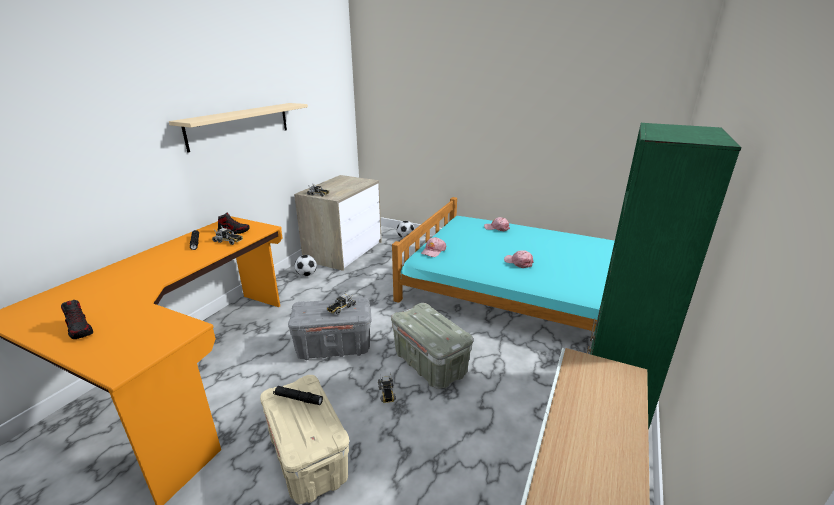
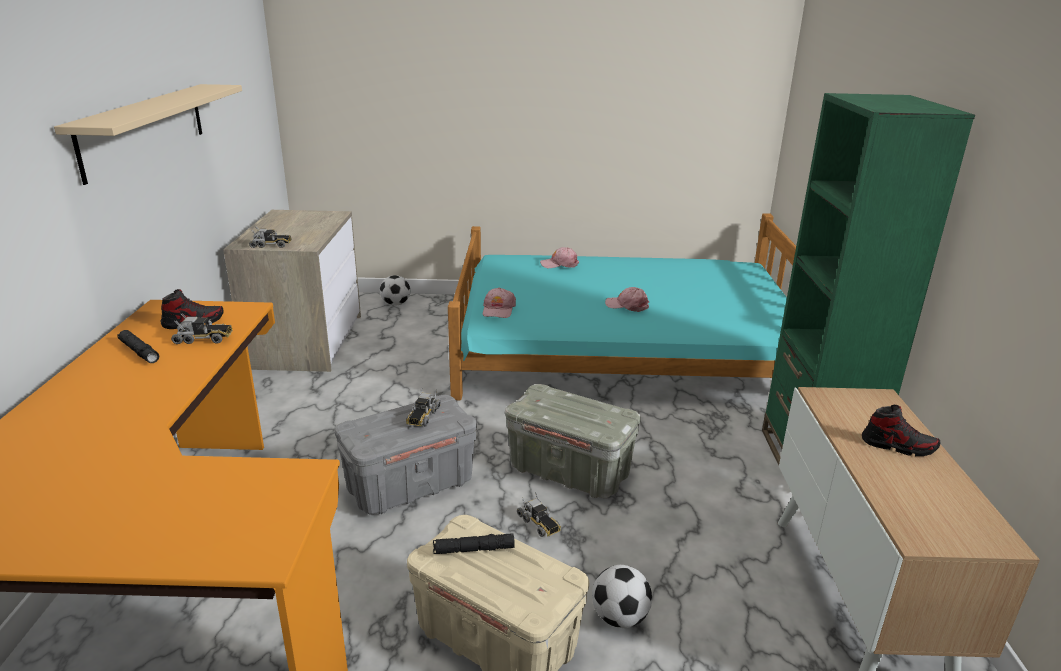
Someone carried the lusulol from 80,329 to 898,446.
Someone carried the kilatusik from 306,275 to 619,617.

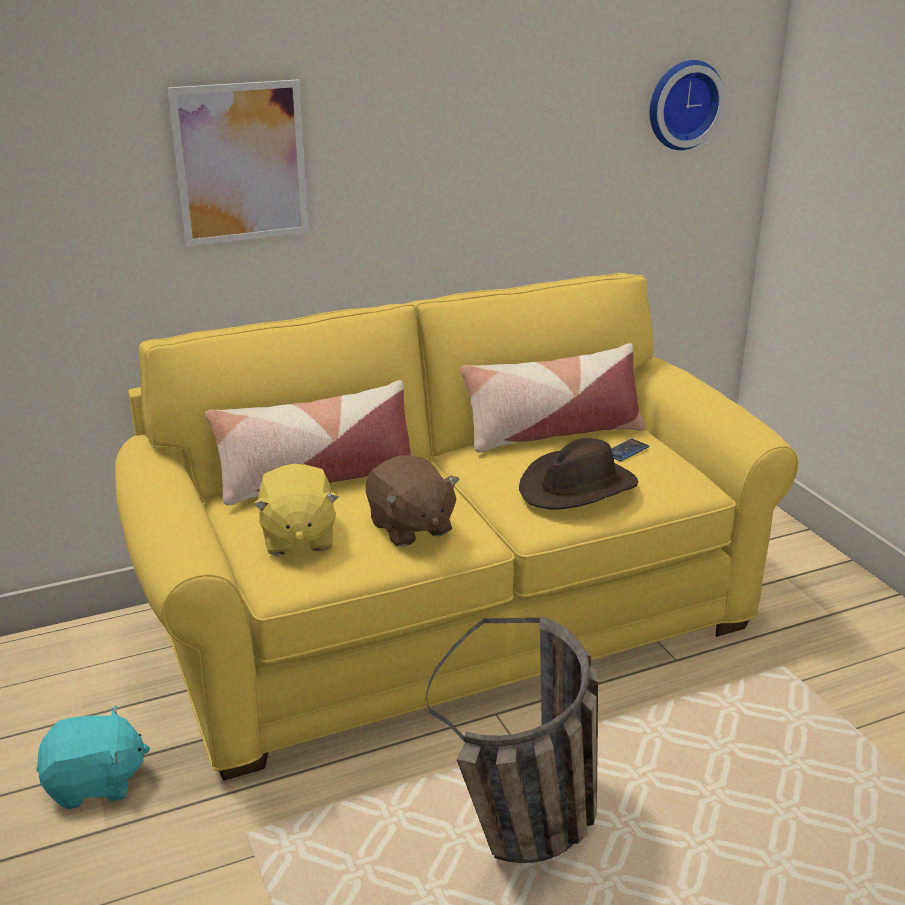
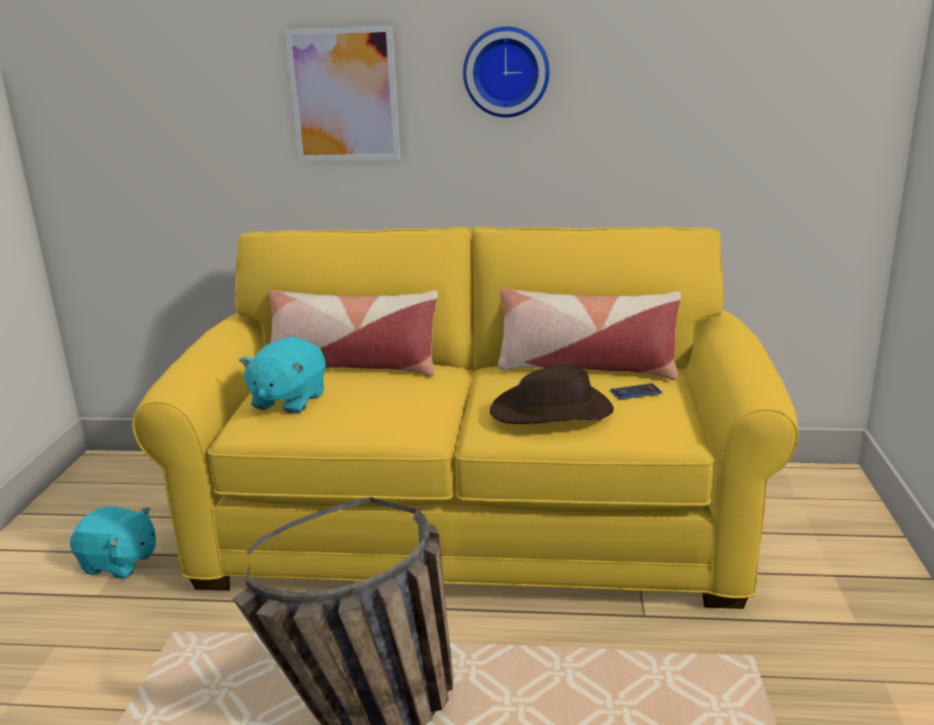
Someone repainted the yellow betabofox at 297,537, which became the turquoise betabofox at 288,401.
Someone took away the brown betabofox at 410,527.
Someone carried the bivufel from 682,104 to 506,72.

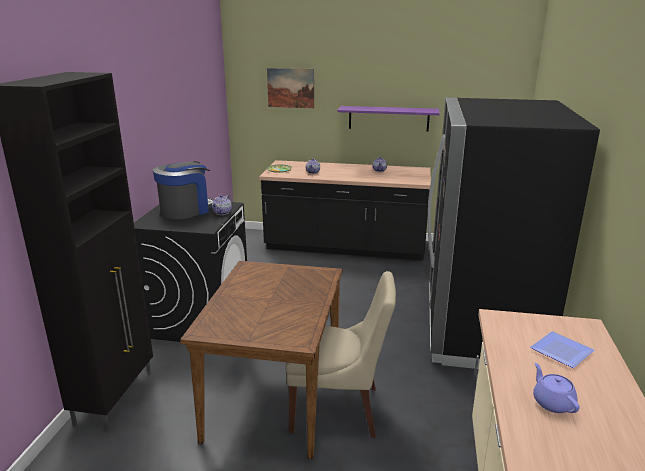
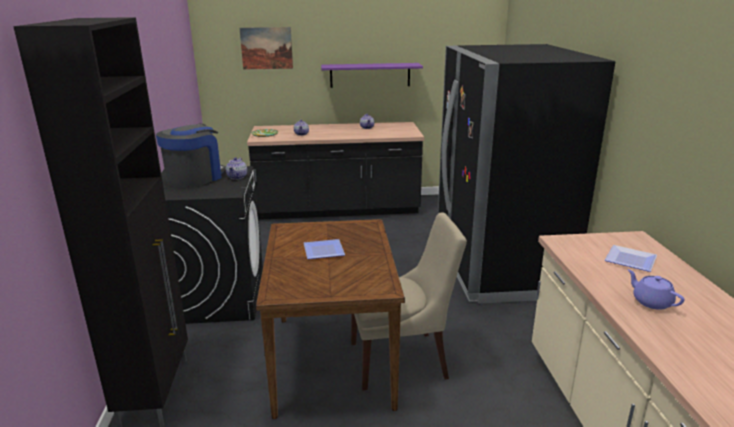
Someone put down the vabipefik at 322,250.

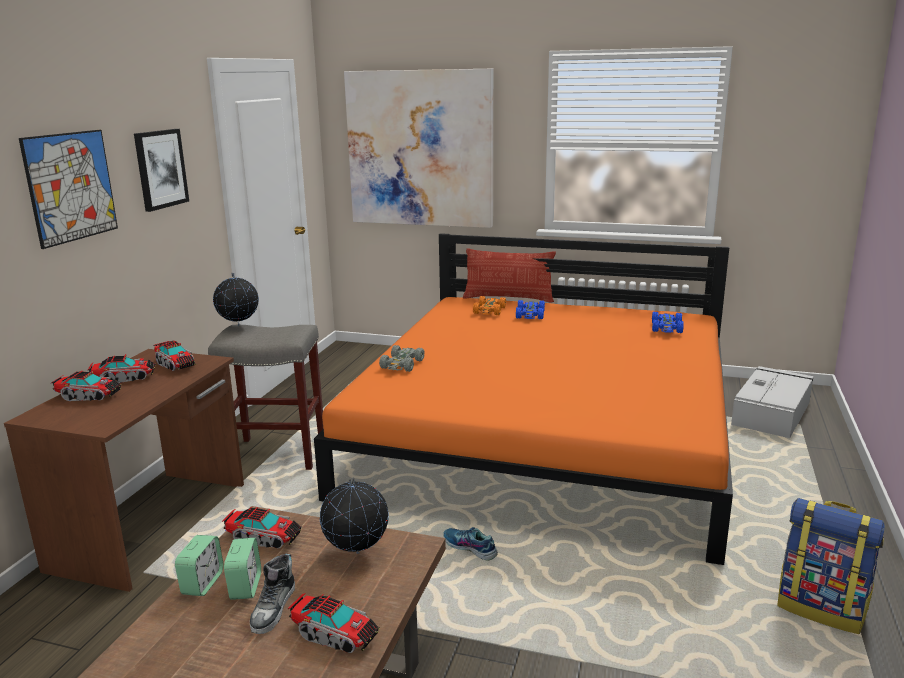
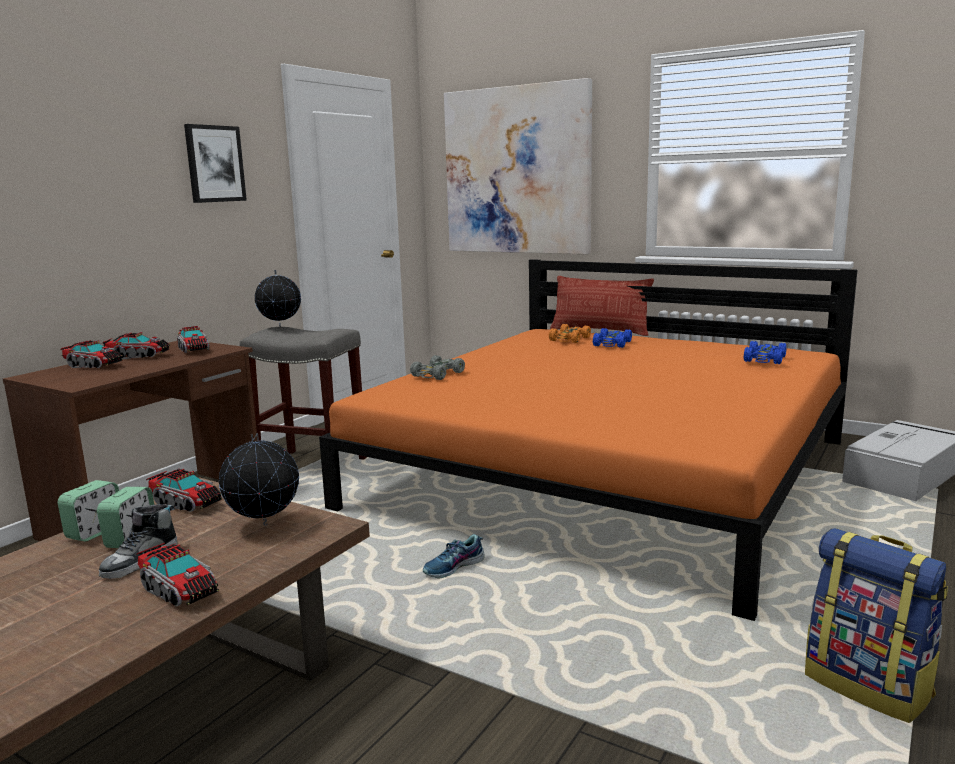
Someone took away the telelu at 71,187.
Someone rotated the lusulol at 469,548 by 90 degrees counterclockwise.

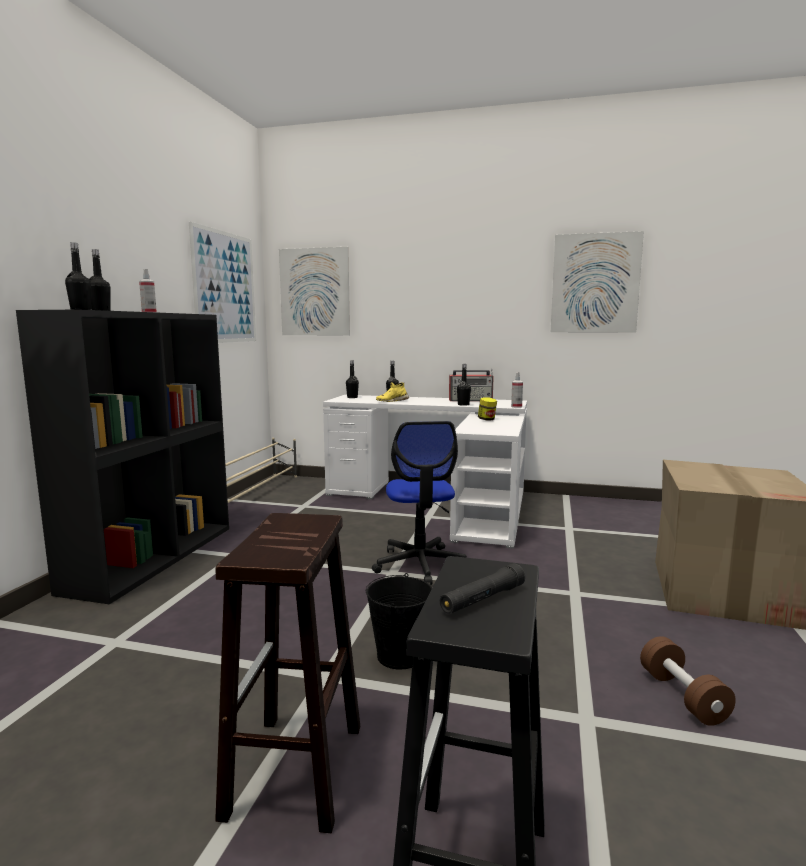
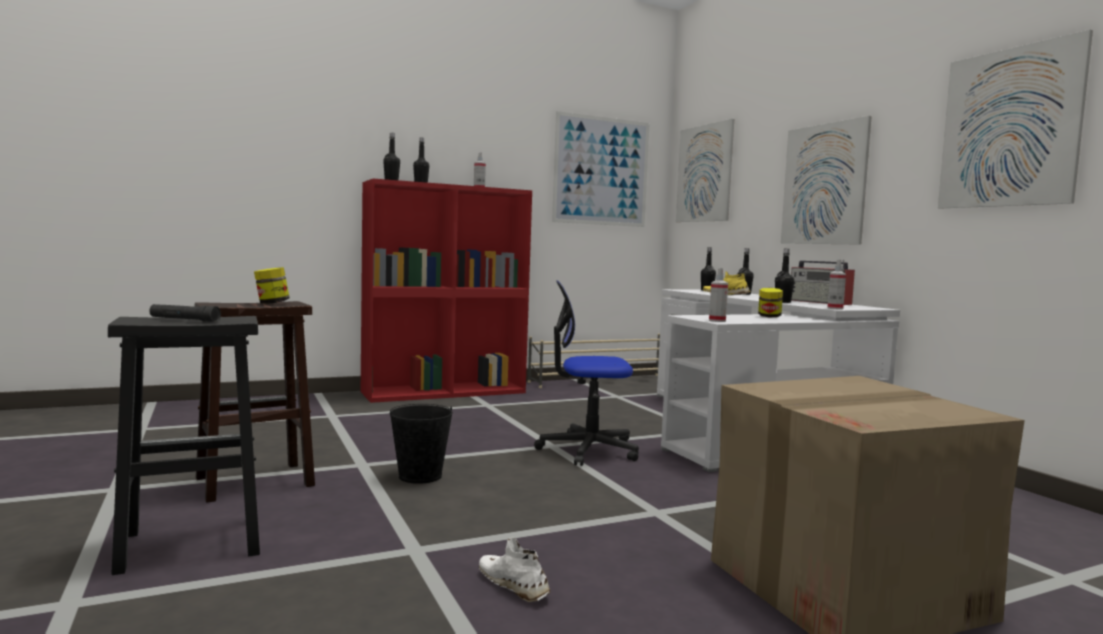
Someone repainted the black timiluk at 152,557, which became the red timiluk at 445,392.
Someone rotated the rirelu at 420,564 by 45 degrees clockwise.
Someone swapped the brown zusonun at 682,696 for the white lusulol at 514,585.
Someone put down the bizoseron at 272,303.
Someone put down the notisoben at 717,321.
Someone put up the telelu at 824,184.

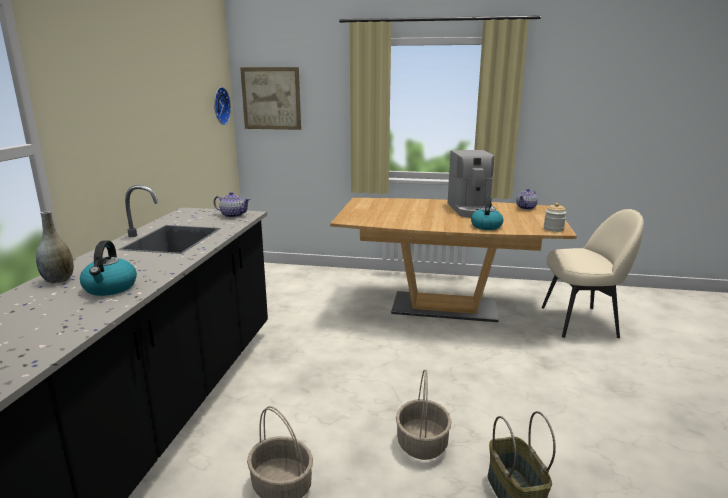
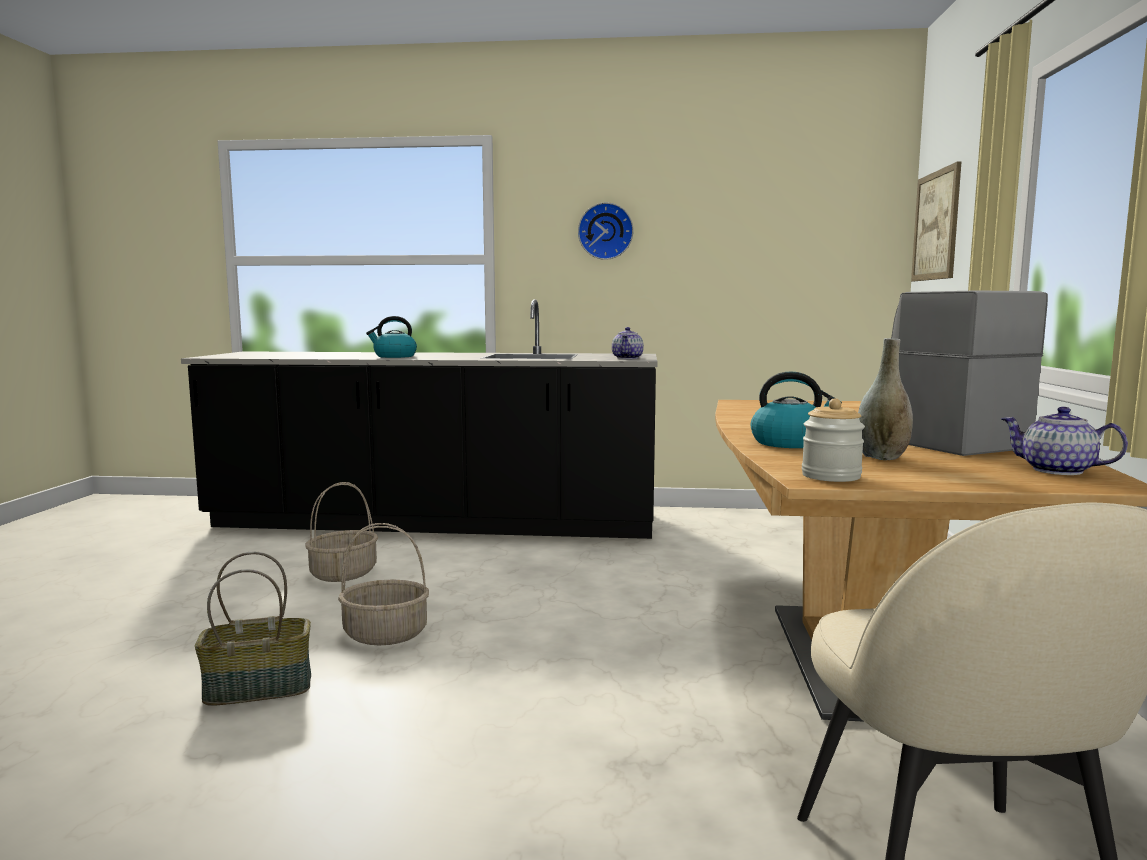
Someone carried the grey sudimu from 59,280 to 881,457.
Someone carried the bivufel from 219,106 to 605,231.
Someone rotated the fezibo at 471,210 by 75 degrees clockwise.

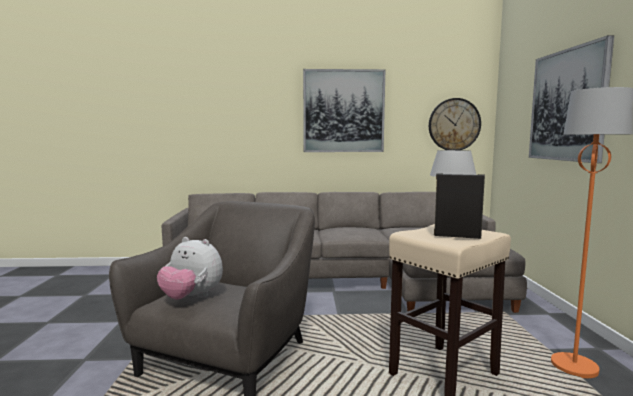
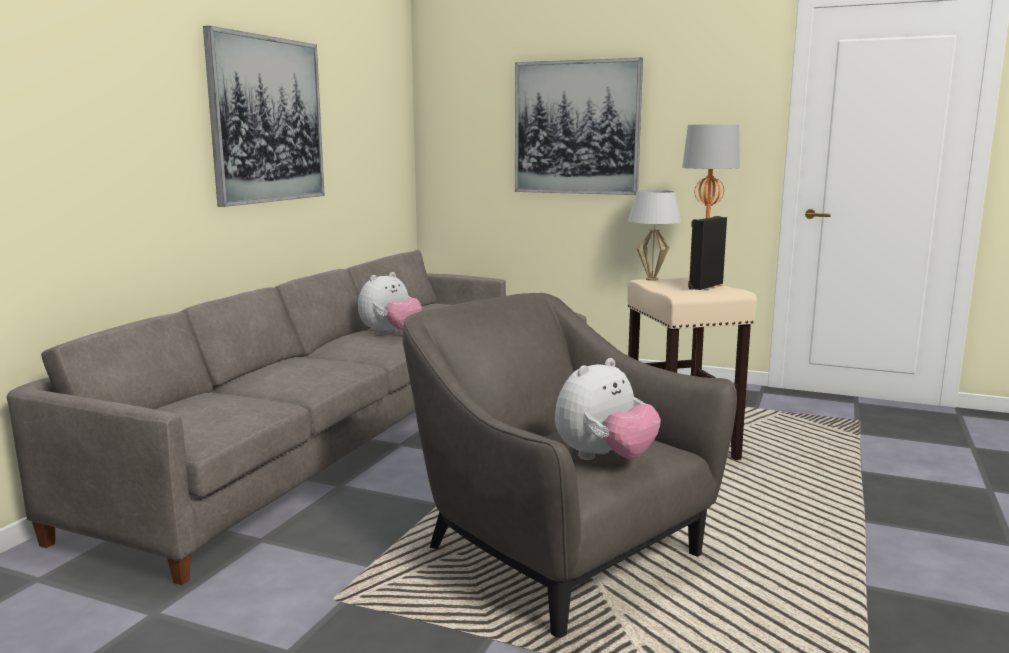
Someone took away the bivufel at 454,124.
Someone put down the betabofox at 390,334.

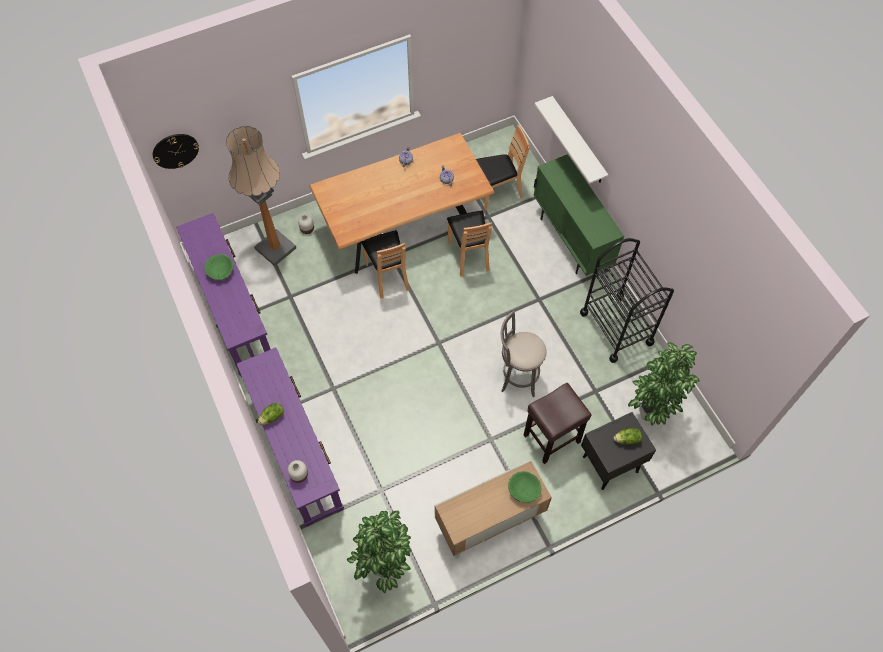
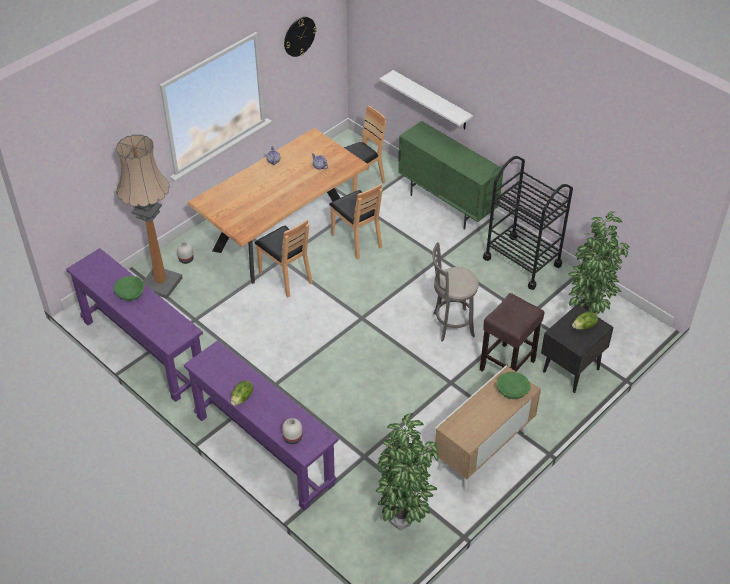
Someone carried the bivufel from 175,150 to 299,36.

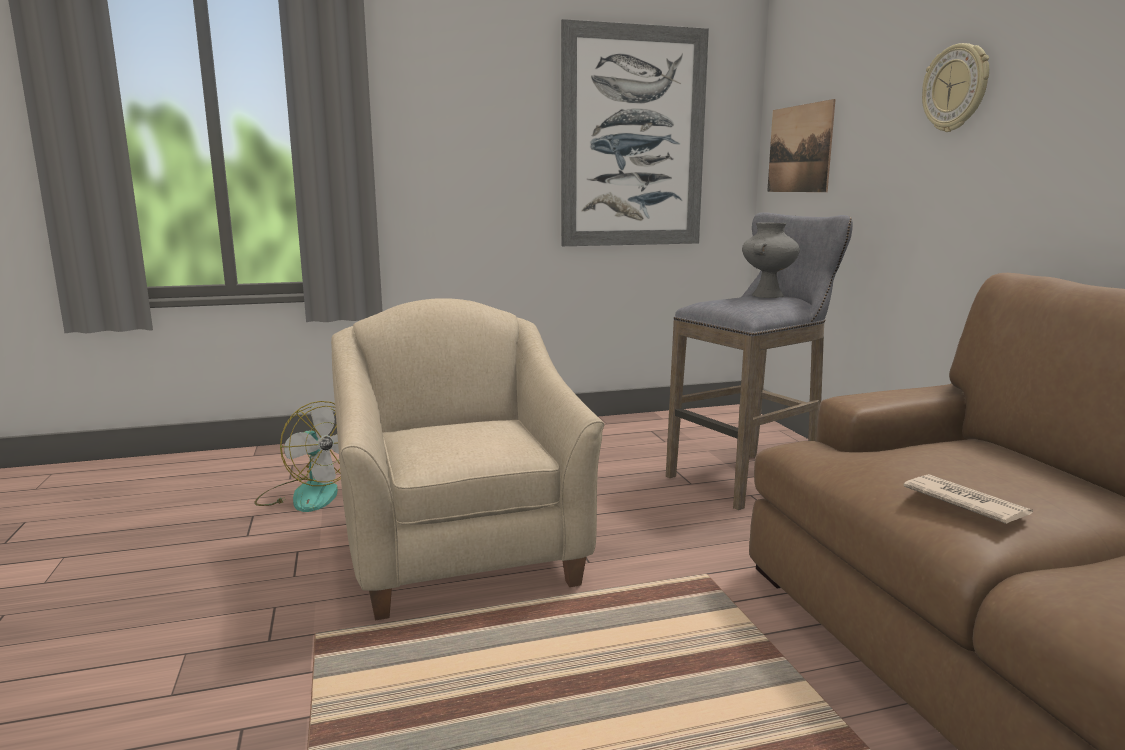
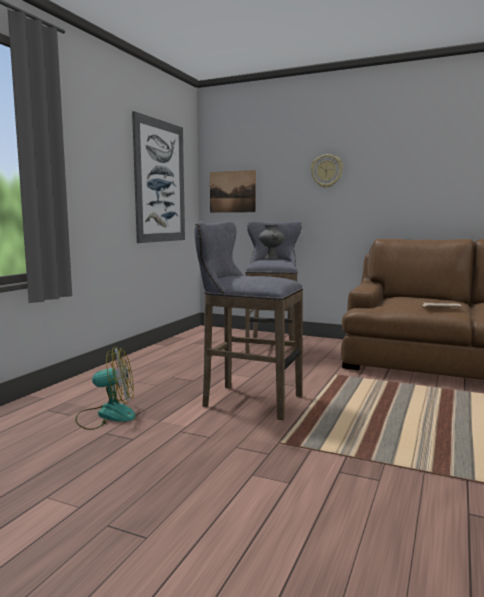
Someone swapped the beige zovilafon at 462,551 for the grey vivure at 247,401.

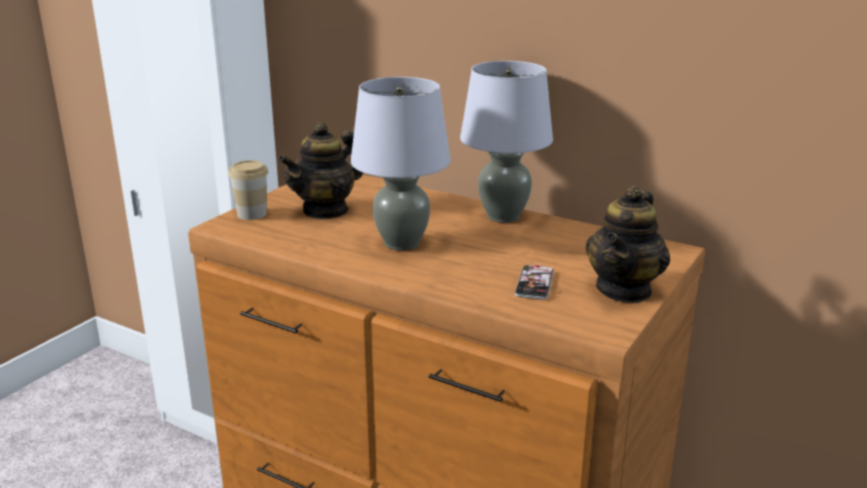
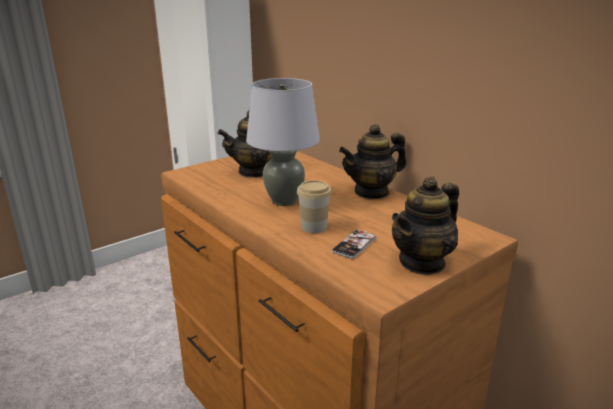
Someone carried the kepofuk from 252,214 to 313,227.
Someone swapped the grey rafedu at 503,216 for the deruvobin at 372,192.

